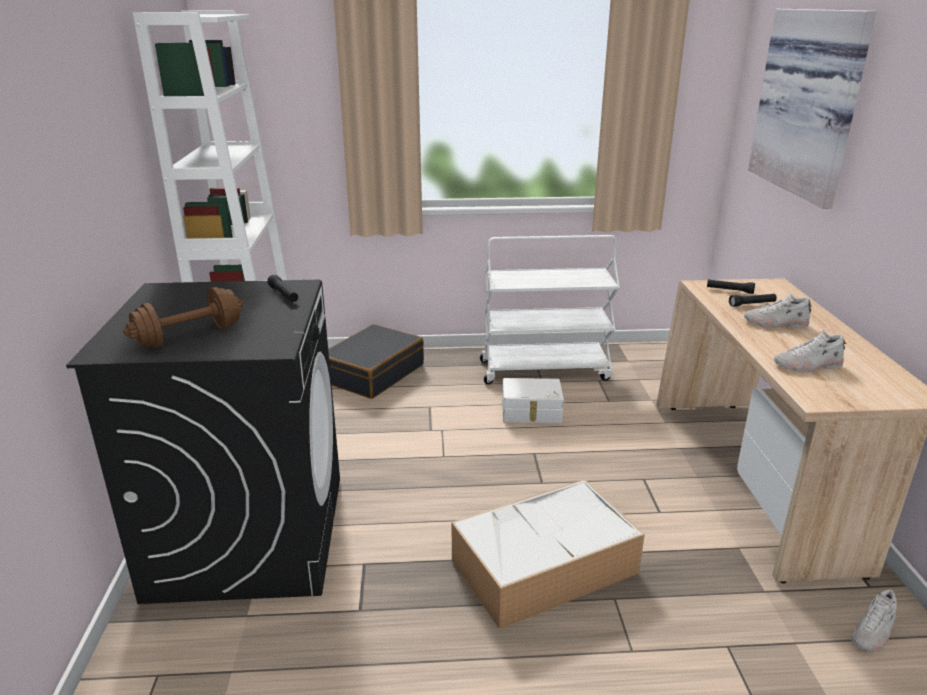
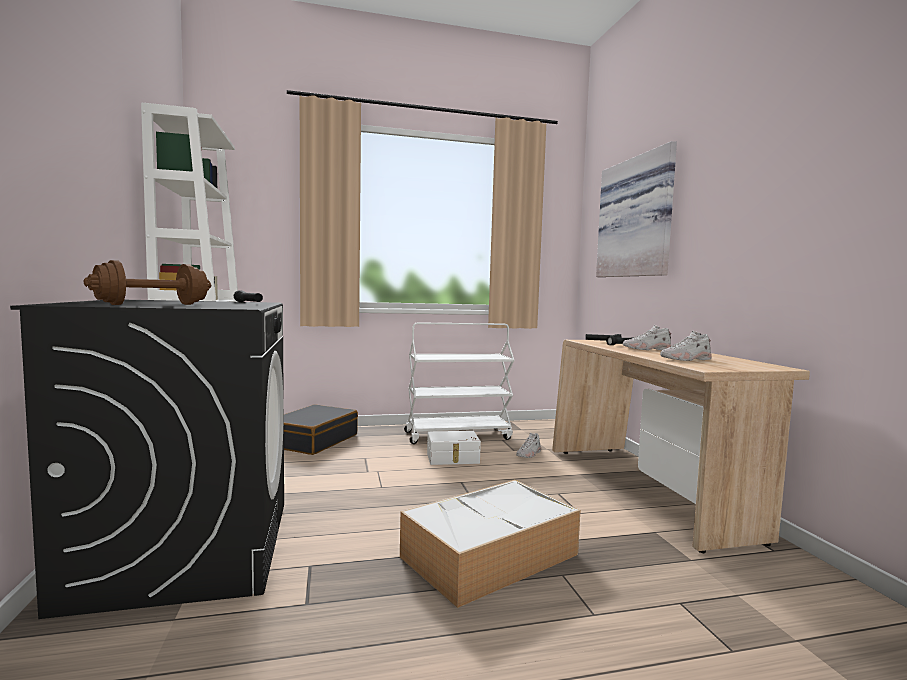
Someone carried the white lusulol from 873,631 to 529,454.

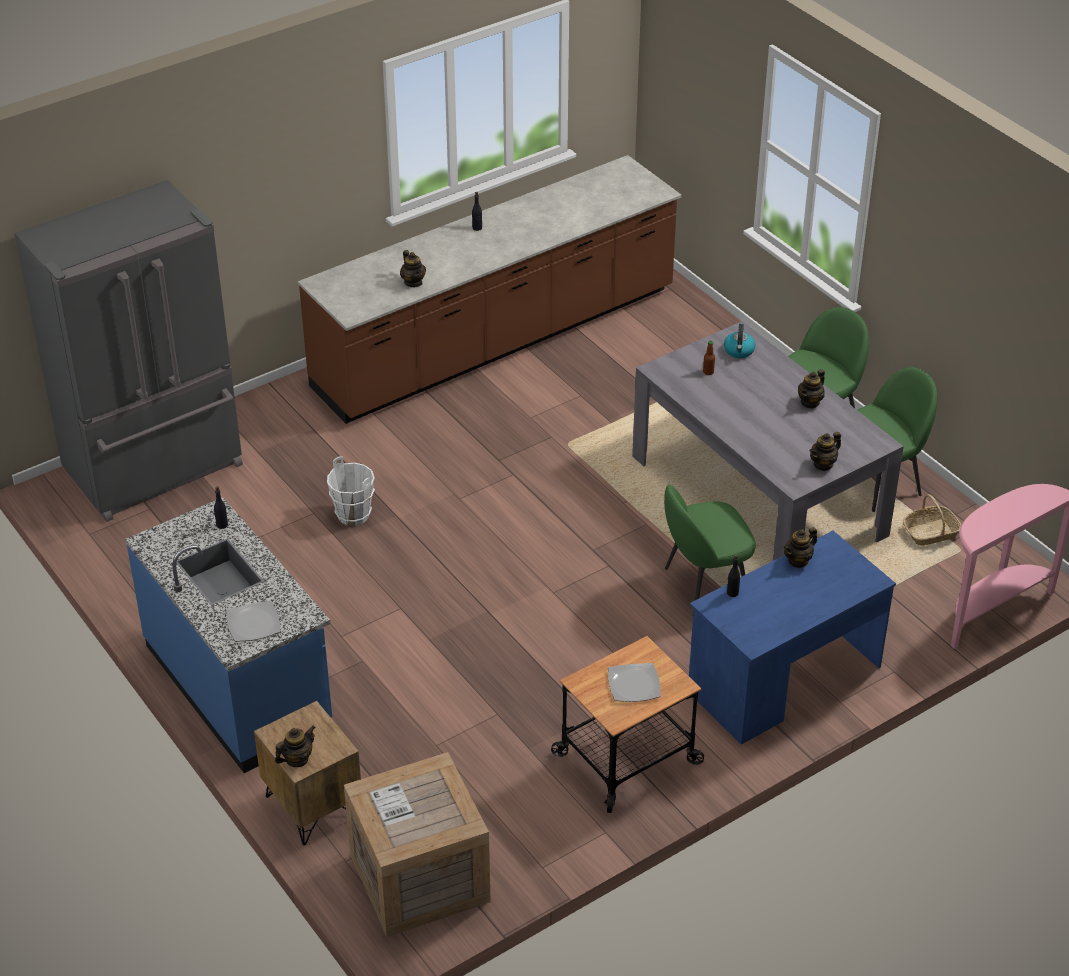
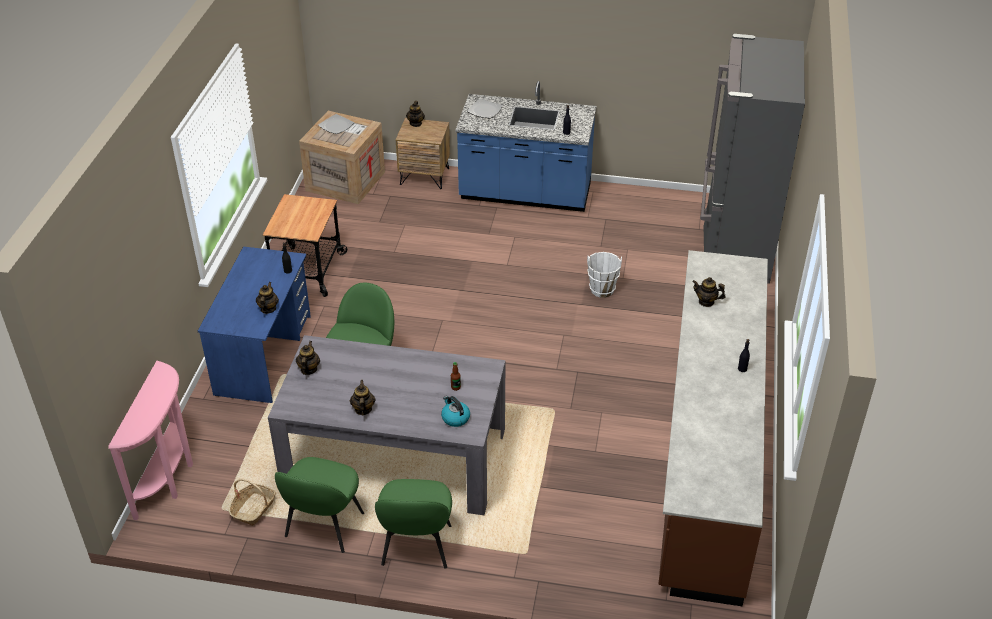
Someone carried the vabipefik from 633,685 to 336,125.

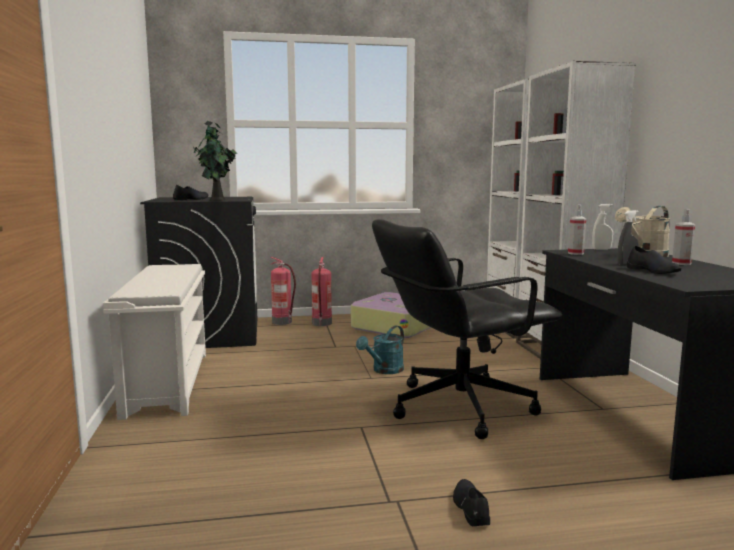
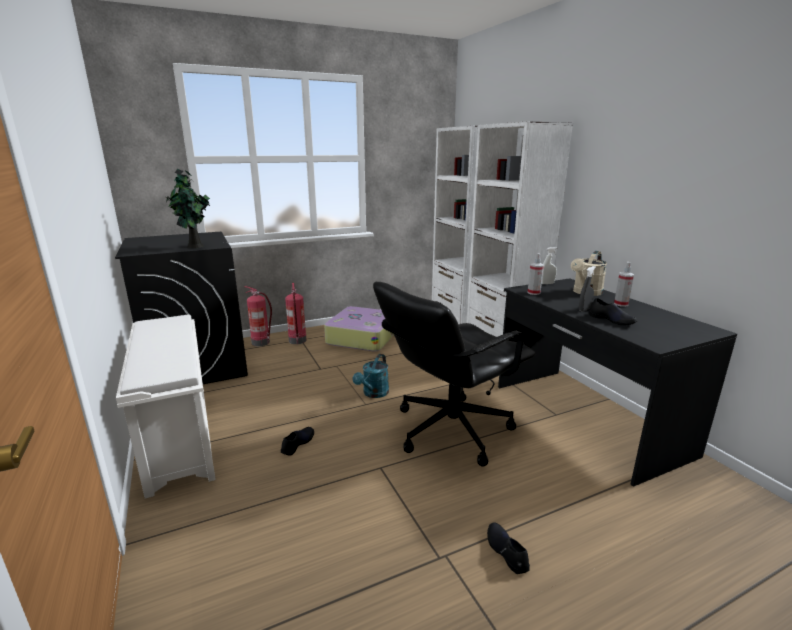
Someone carried the black lusulol from 191,199 to 297,443.

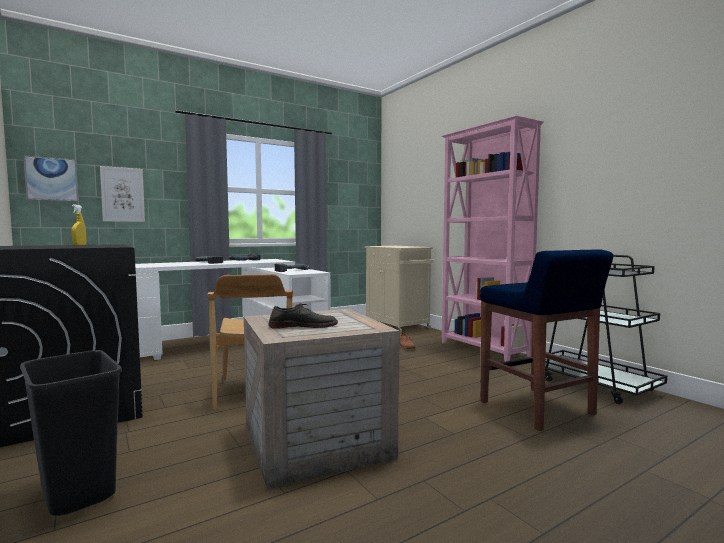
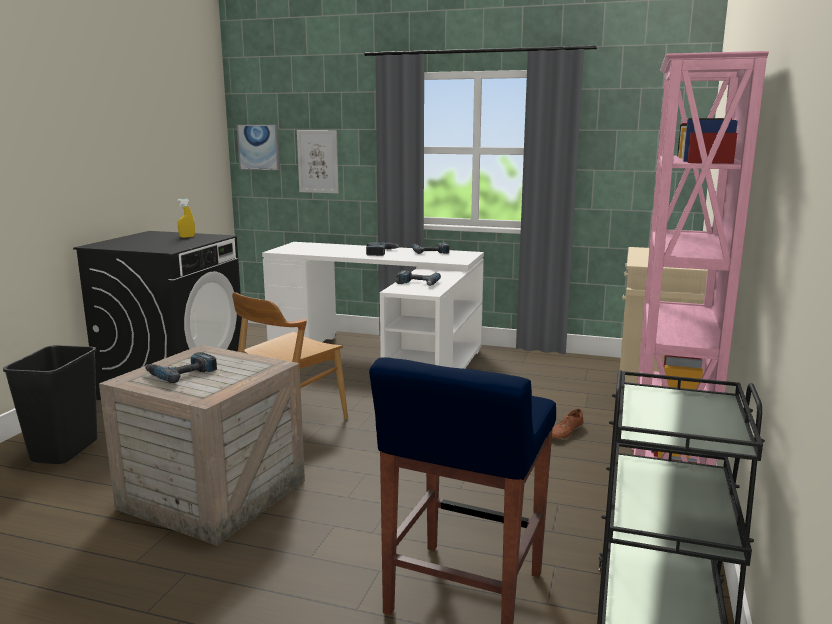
Someone swapped the grey lusulol at 303,326 for the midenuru at 181,373.

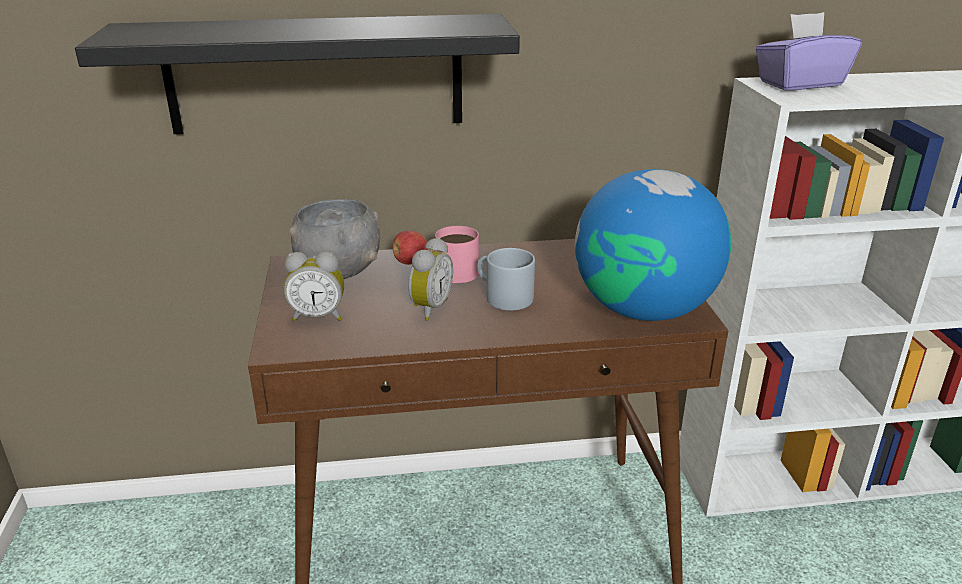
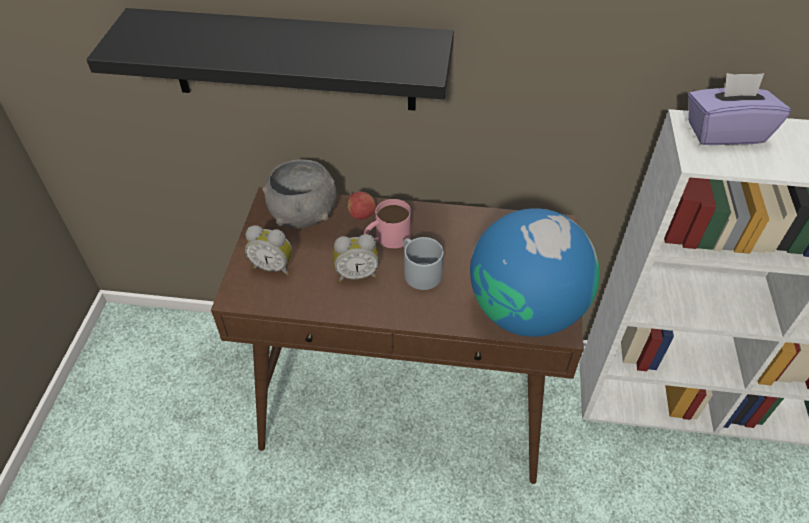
Someone rotated the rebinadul at 428,308 by 45 degrees clockwise.

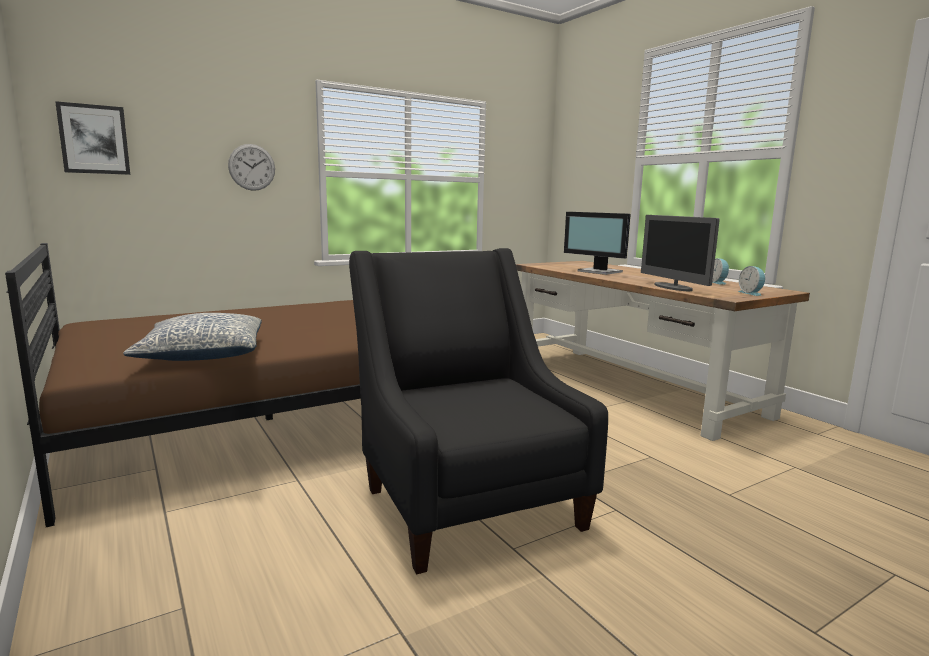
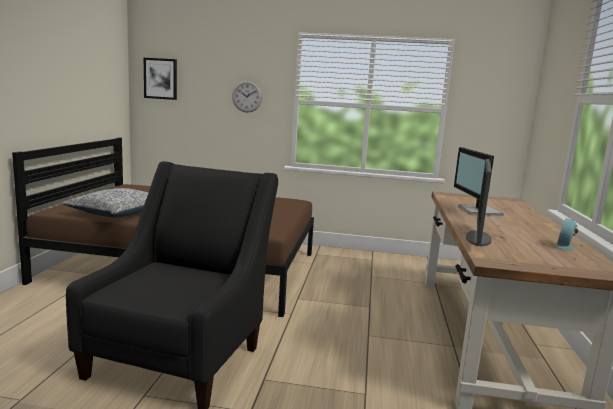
Someone took away the rebinadul at 751,293.

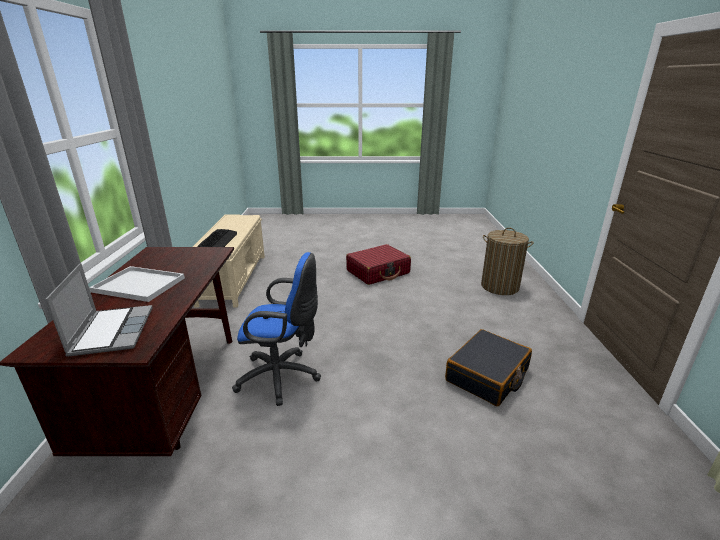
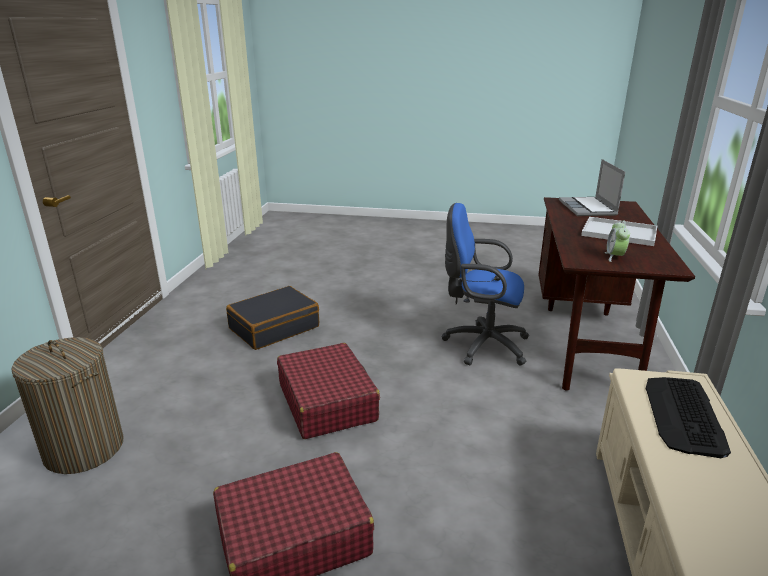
Someone put down the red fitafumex at 327,402.
Someone put down the rebinadul at 614,257.

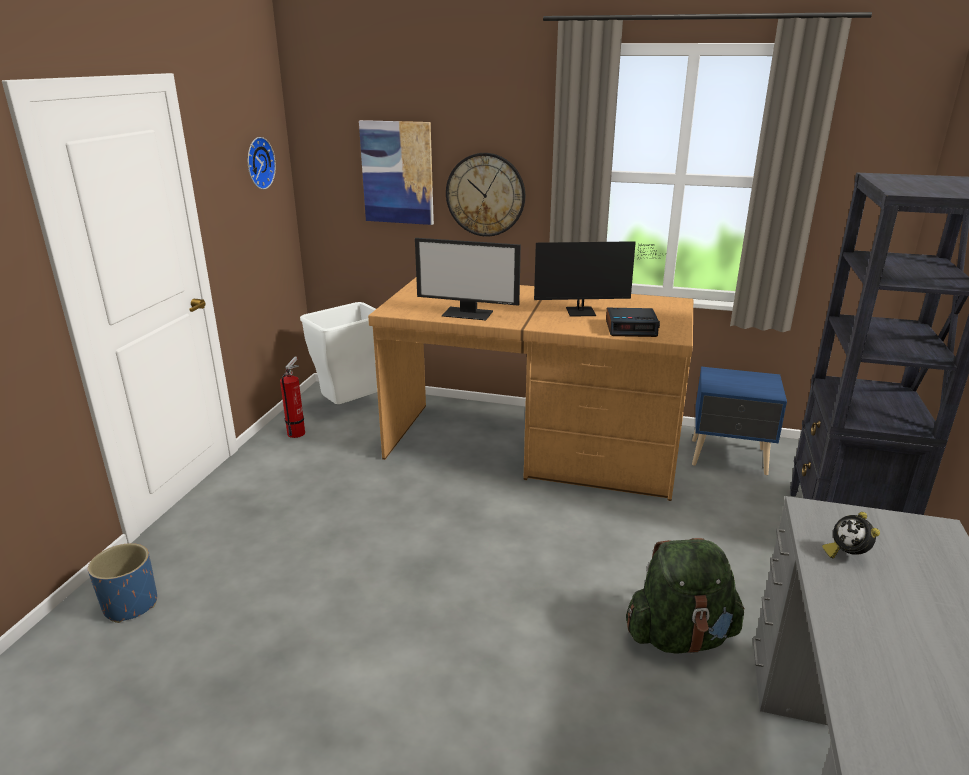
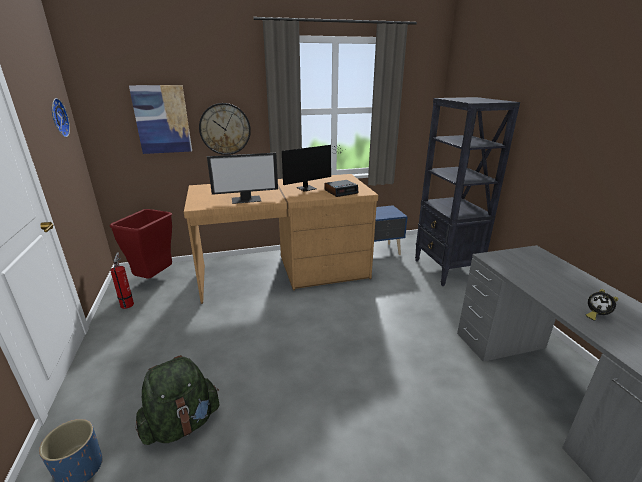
Someone repainted the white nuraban at 351,406, which became the red nuraban at 155,278.
Someone carried the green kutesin from 680,636 to 182,424.
Someone carried the rebinadul from 846,554 to 595,315.

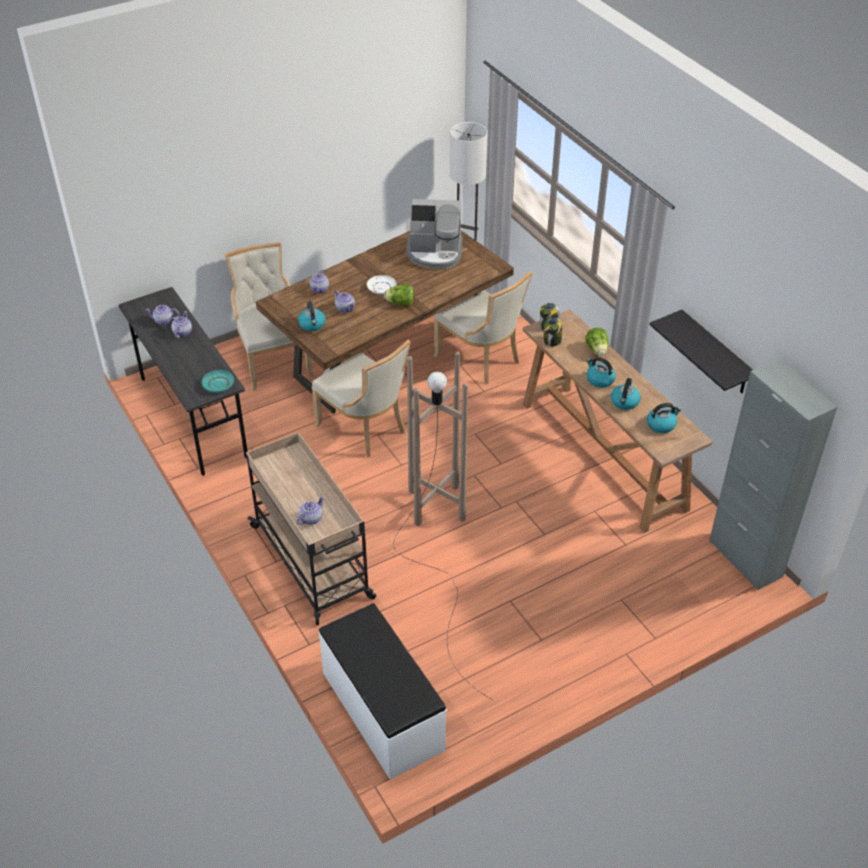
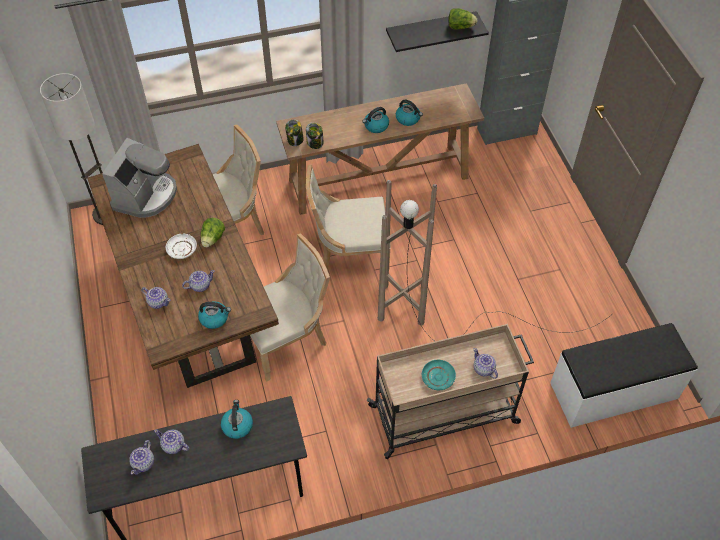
Someone carried the turquoise vabipefik from 218,385 to 438,377.
Someone carried the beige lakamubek from 273,360 to 349,256.
Someone carried the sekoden from 597,350 to 460,27.
Someone carried the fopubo from 661,424 to 237,425.

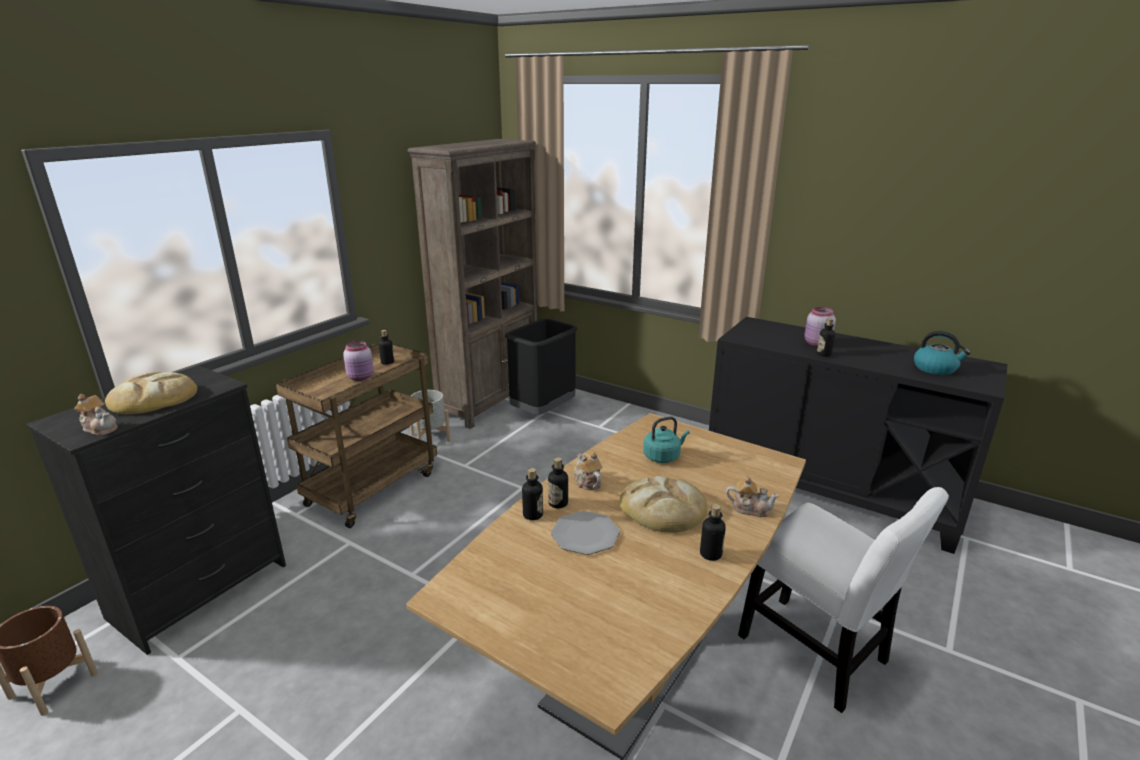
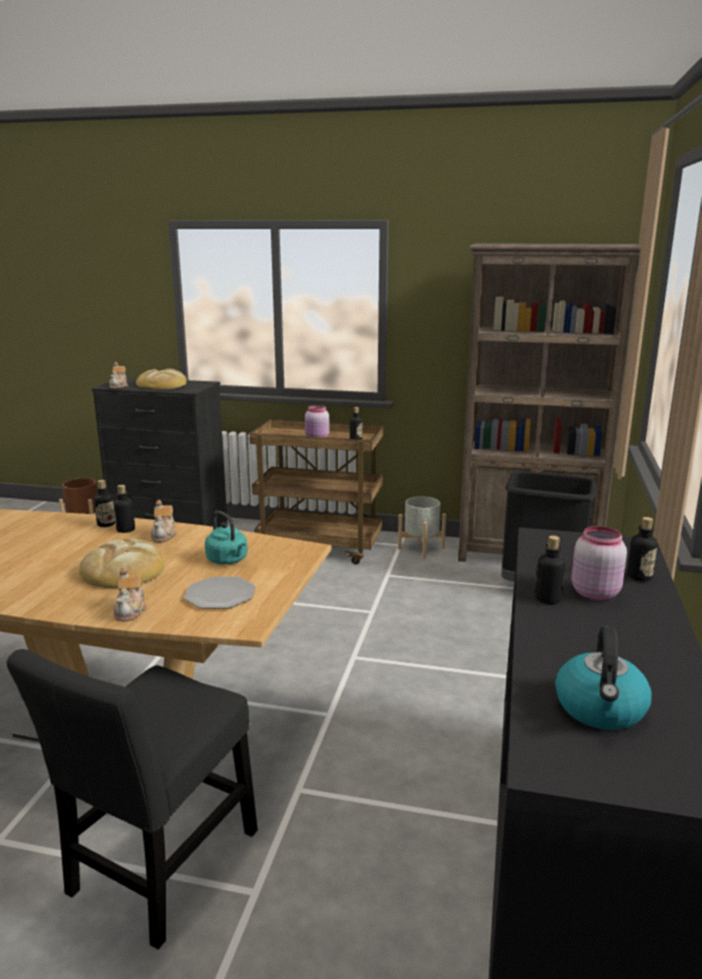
Someone carried the vabipefik from 585,534 to 220,595.
Someone rotated the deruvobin at 587,482 by 135 degrees clockwise.
Someone carried the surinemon from 710,554 to 639,577.
Someone repainted the white lakamubek at 818,654, which became the black lakamubek at 159,870.

